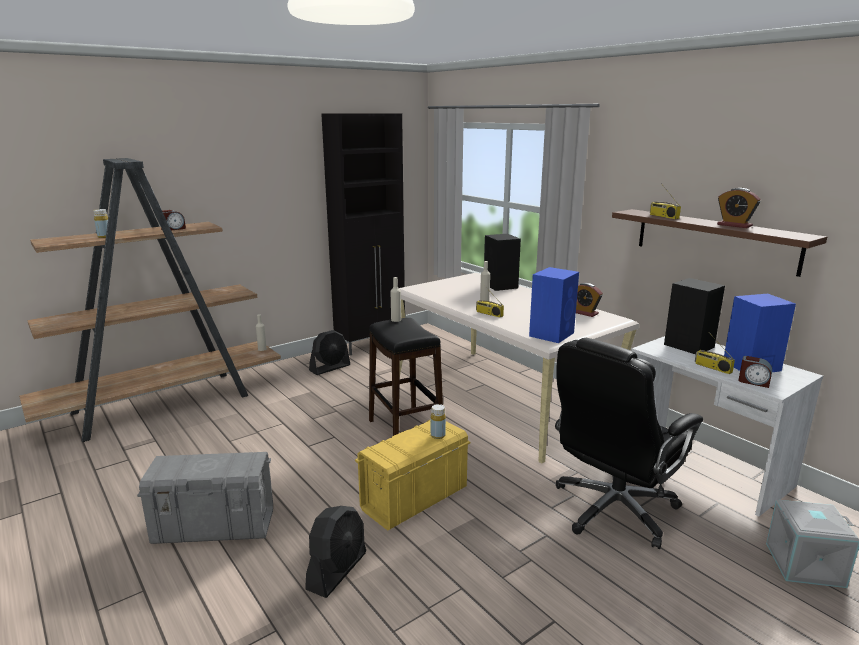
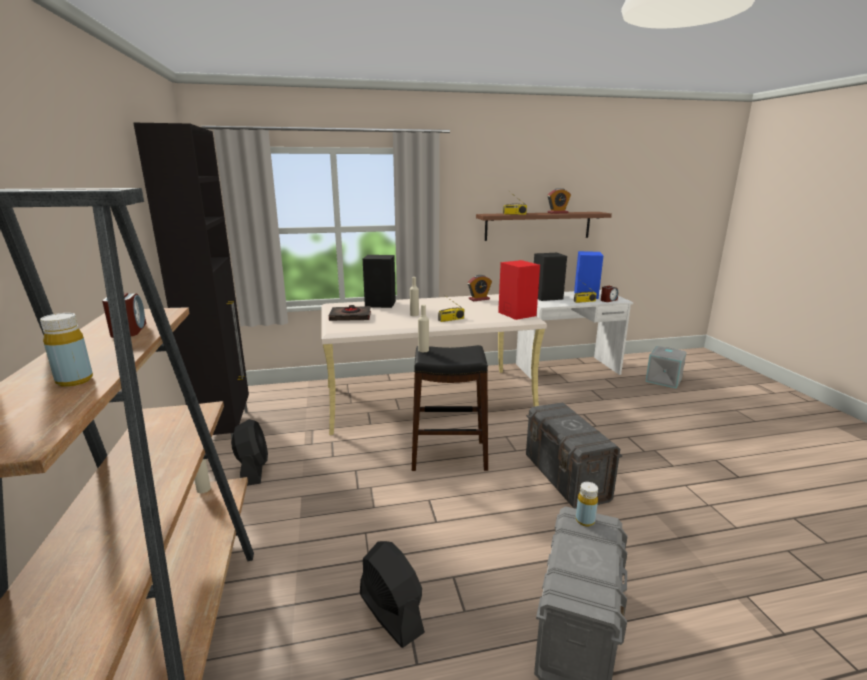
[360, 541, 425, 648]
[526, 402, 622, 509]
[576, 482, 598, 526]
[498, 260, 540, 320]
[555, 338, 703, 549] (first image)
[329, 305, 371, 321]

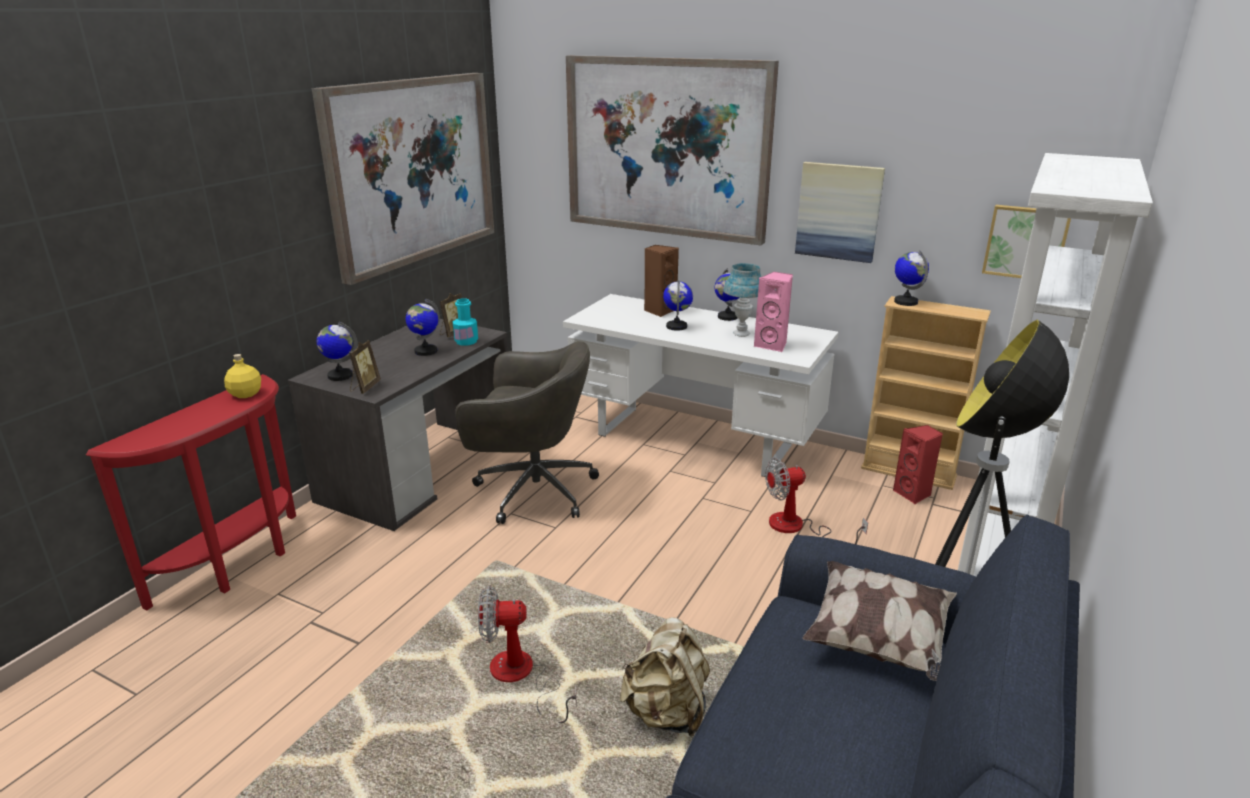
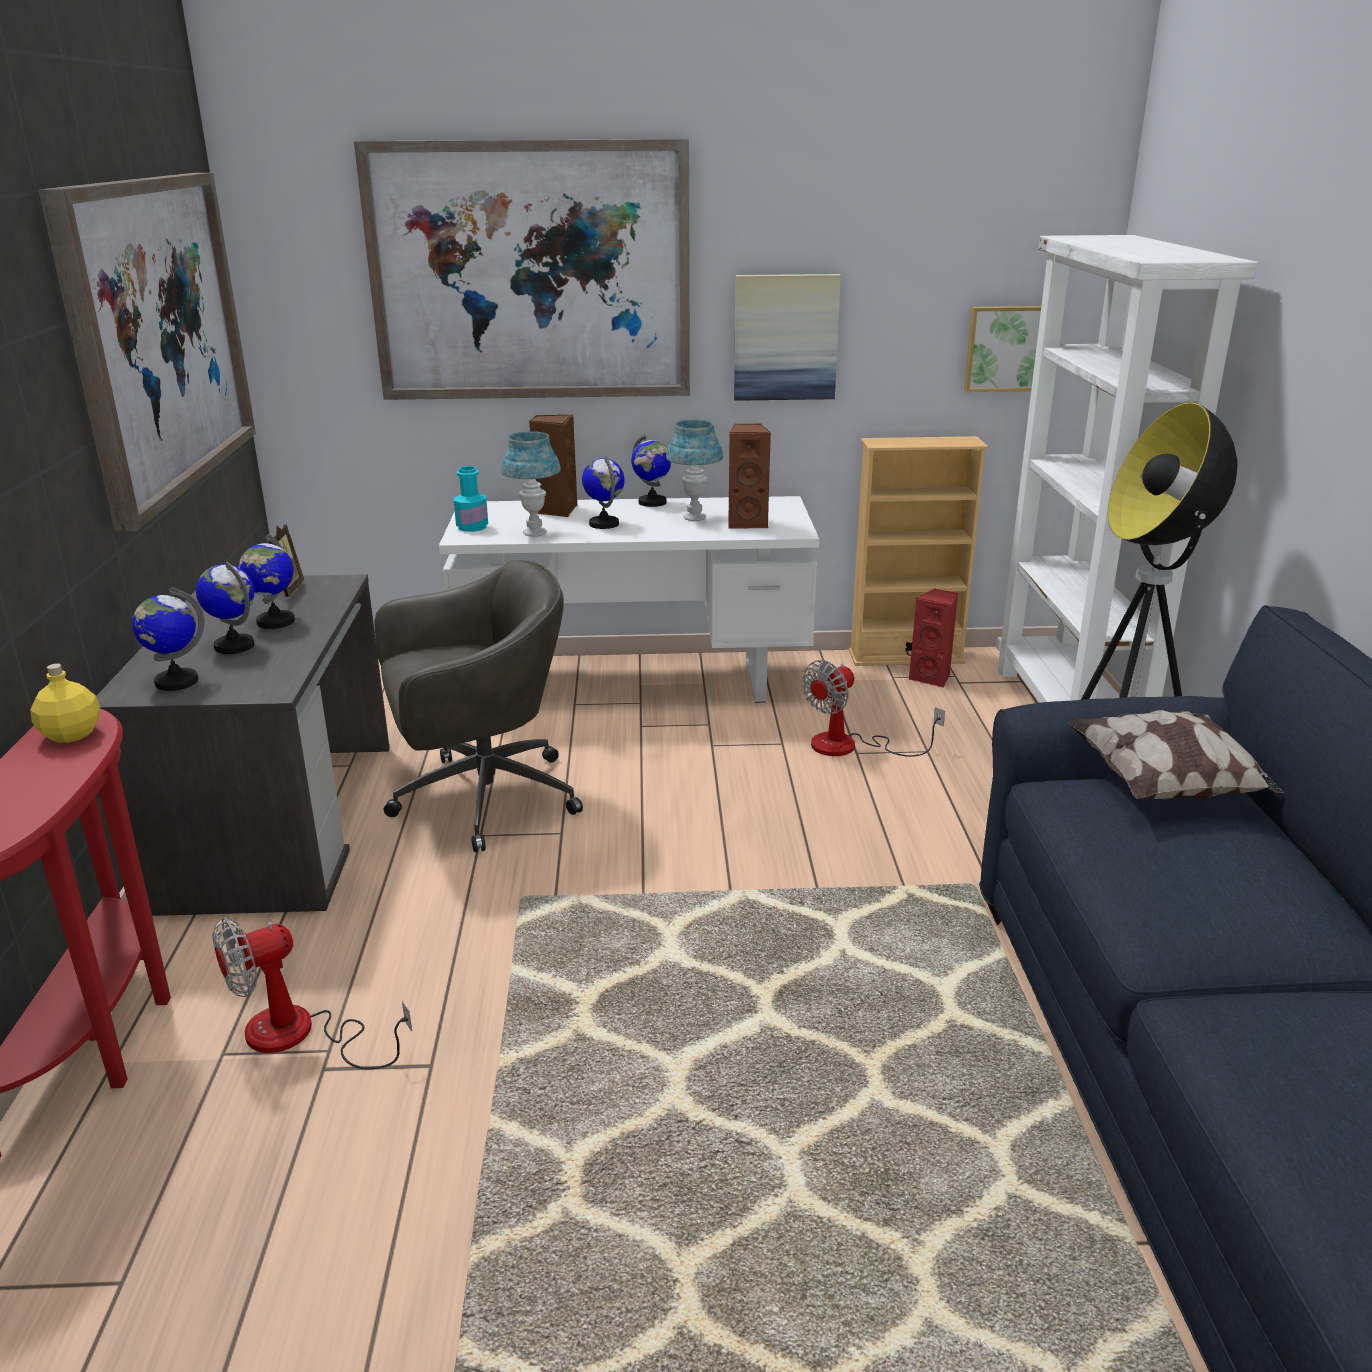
[349, 340, 381, 394] (first image)
[454, 466, 488, 532]
[212, 917, 412, 1070]
[620, 617, 710, 737] (first image)
[728, 424, 771, 529]
[196, 562, 254, 654]
[501, 431, 561, 537]

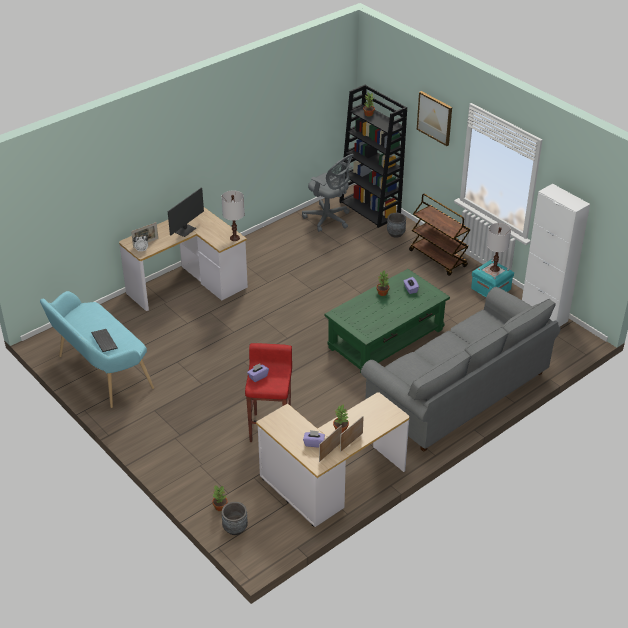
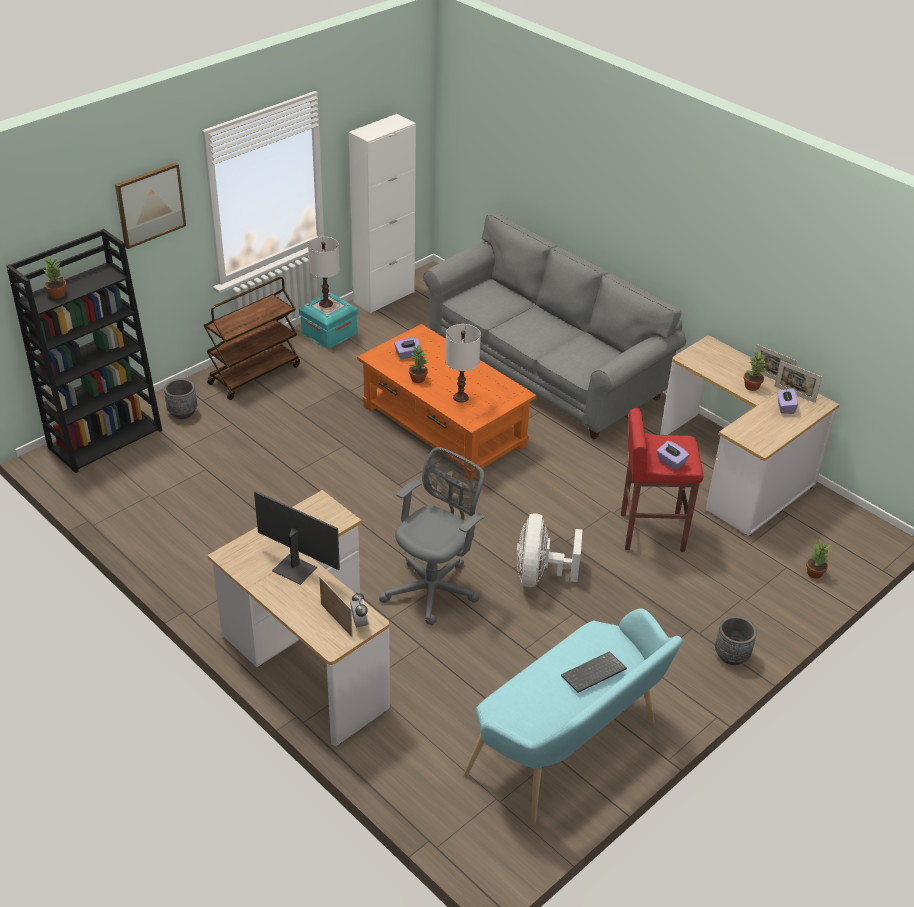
[445, 324, 481, 403]
[715, 616, 757, 665]
[379, 447, 485, 625]
[357, 324, 536, 480]
[517, 513, 582, 587]

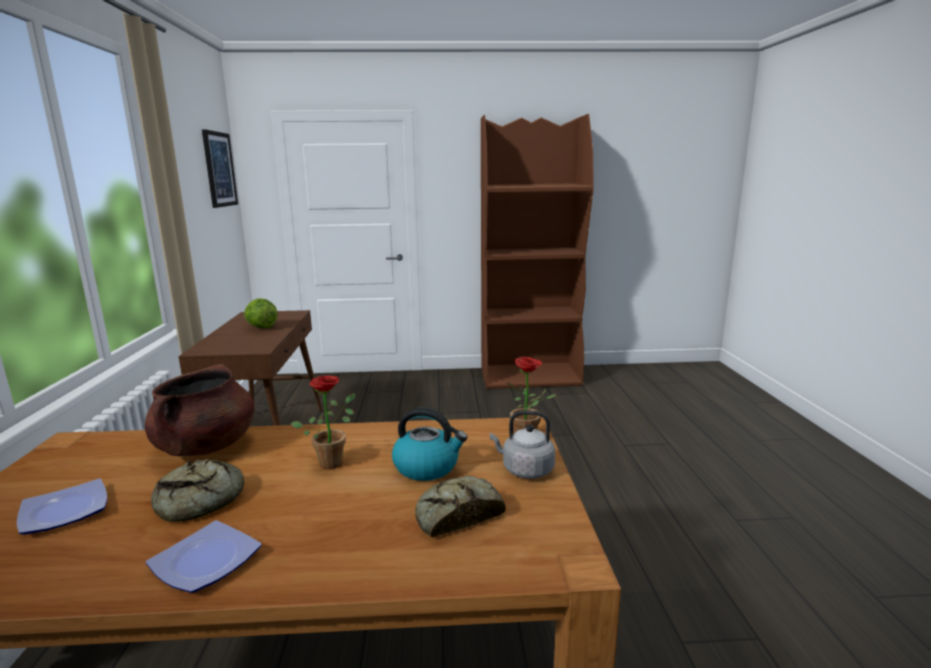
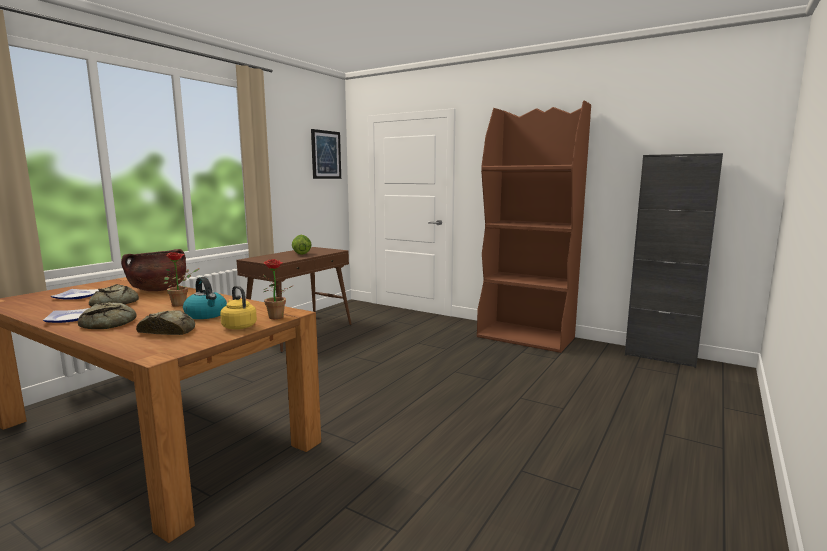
[220, 286, 257, 330]
[78, 302, 137, 329]
[625, 153, 723, 368]

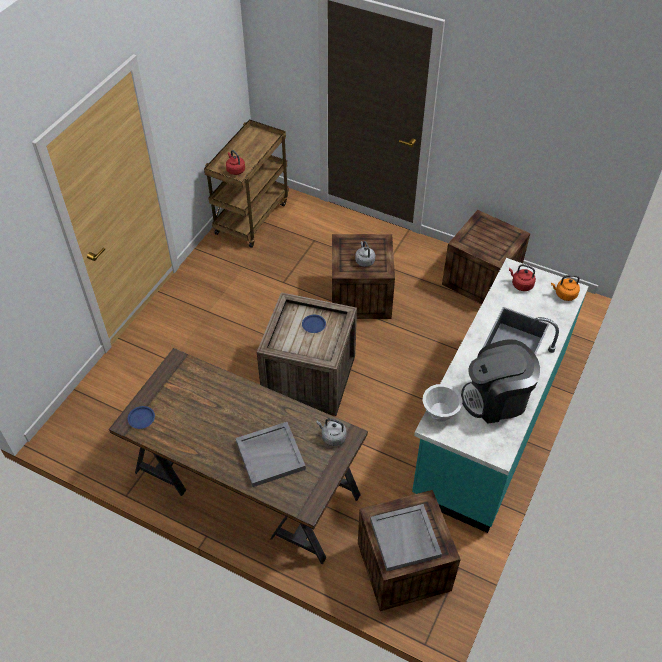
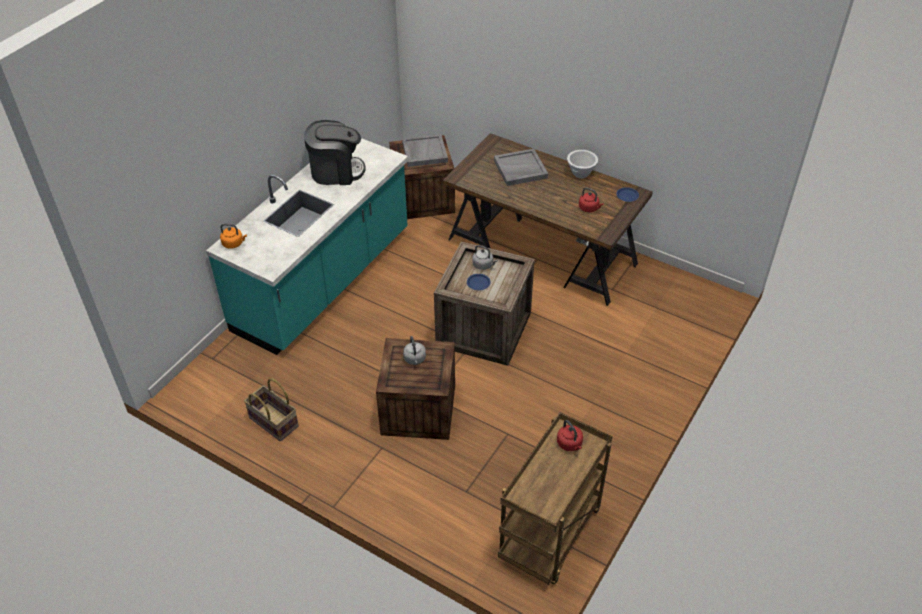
[472, 245, 497, 270]
[567, 150, 598, 178]
[244, 378, 299, 441]
[579, 188, 604, 212]

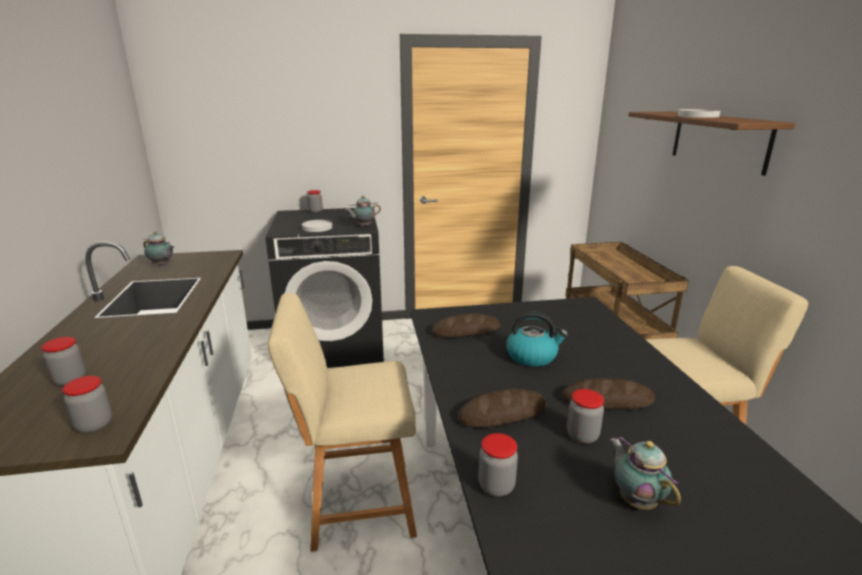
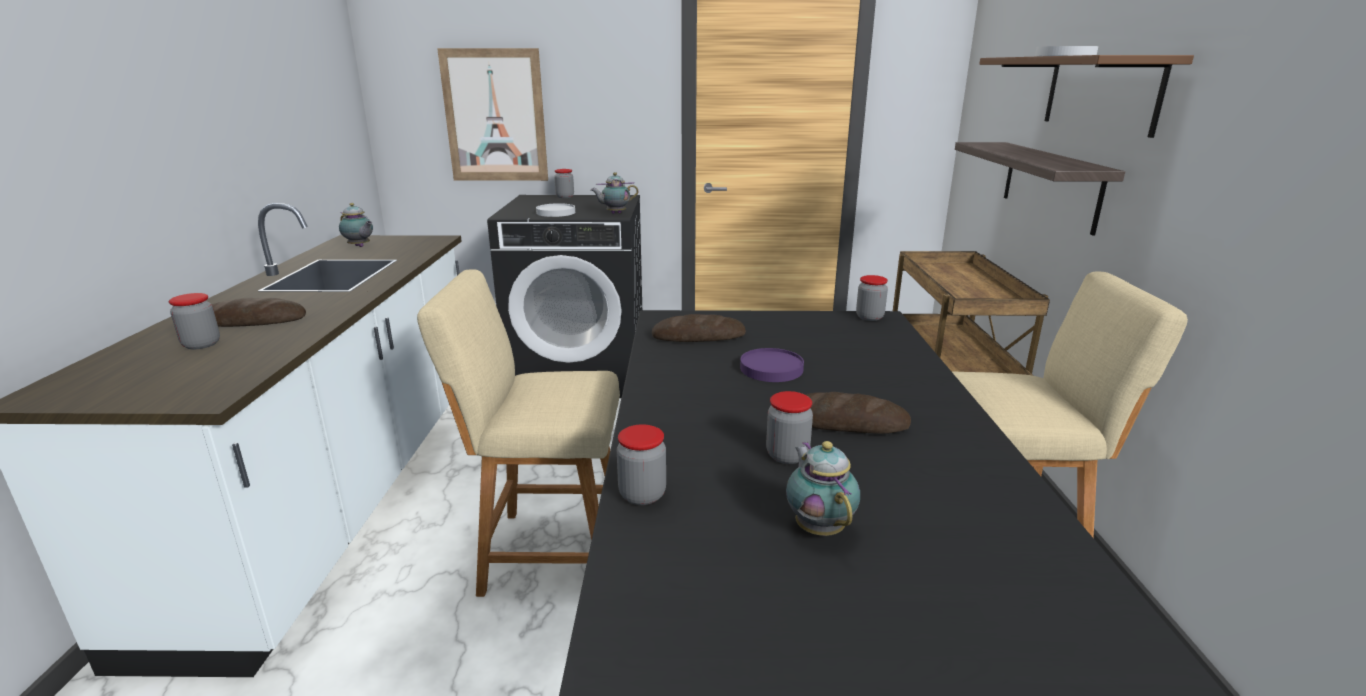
[856, 275, 888, 321]
[212, 298, 306, 327]
[740, 348, 804, 382]
[437, 48, 548, 181]
[955, 142, 1125, 235]

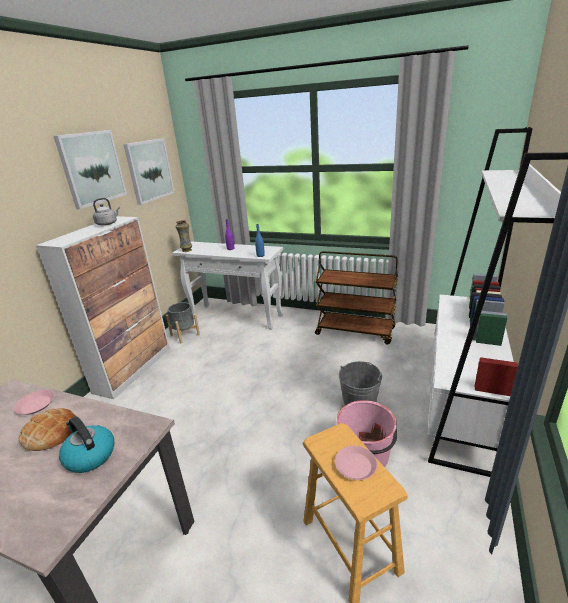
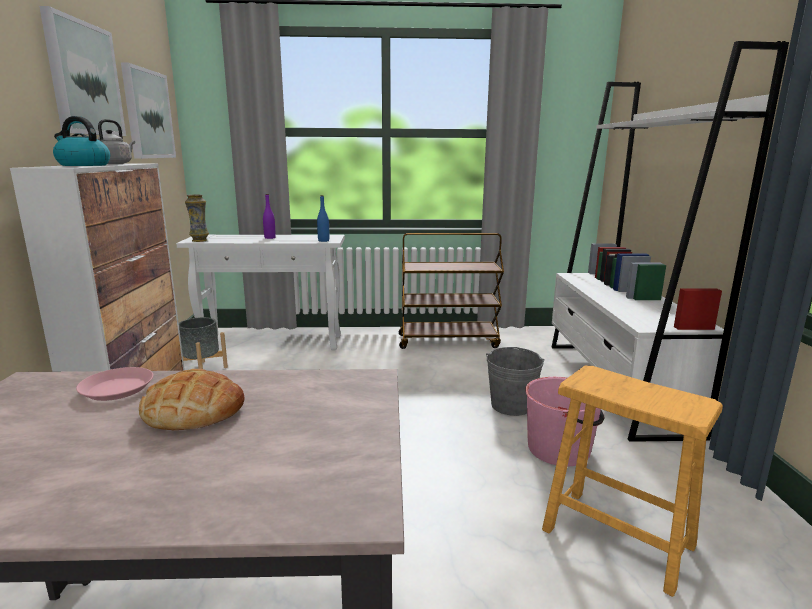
[53, 116, 110, 166]
[335, 446, 377, 480] (first image)

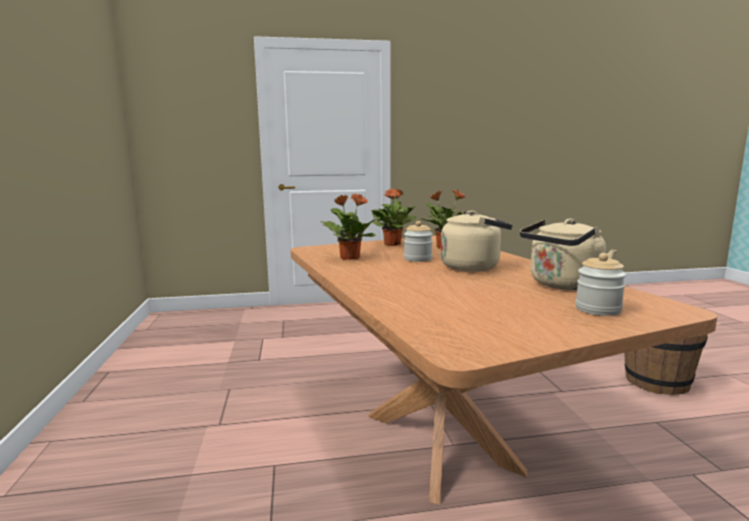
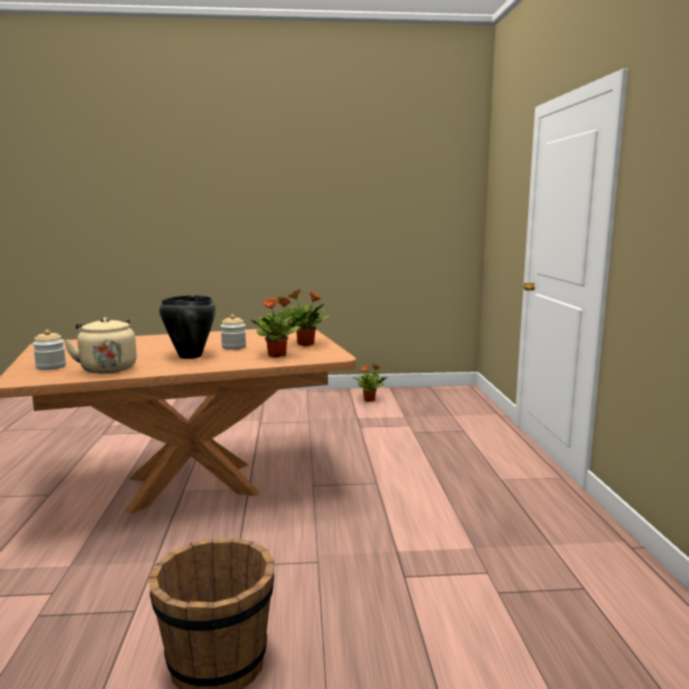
[353, 364, 387, 402]
[159, 295, 216, 359]

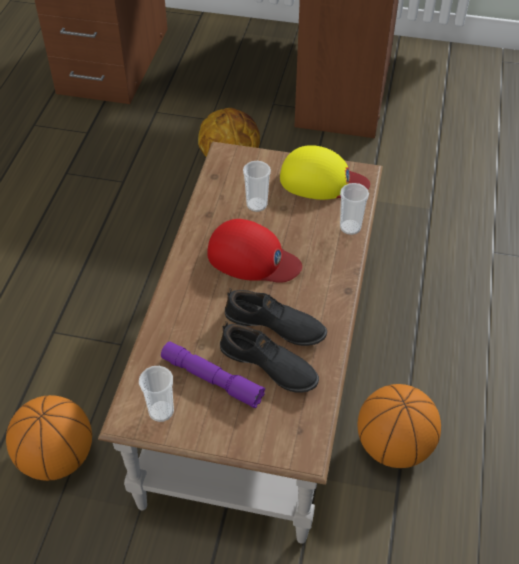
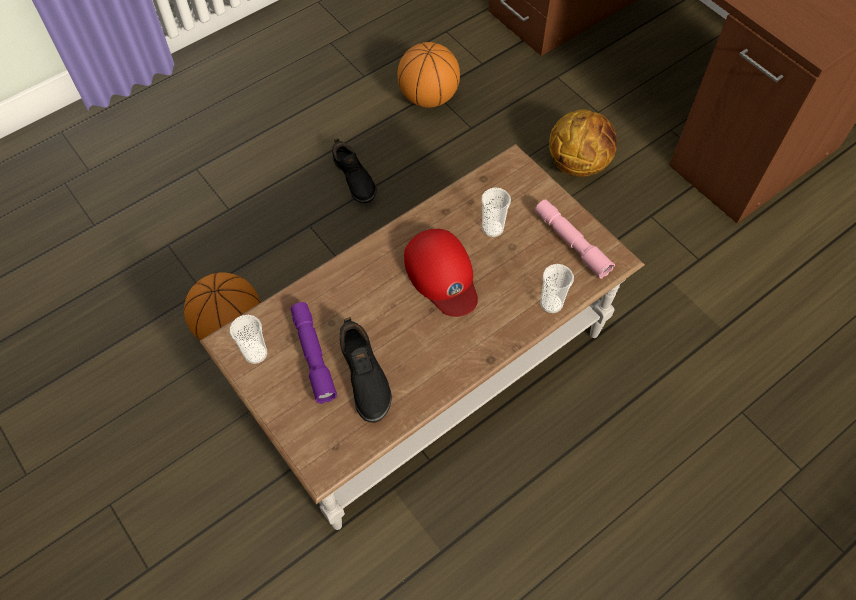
[332, 138, 377, 203]
[535, 199, 615, 279]
[397, 42, 460, 108]

